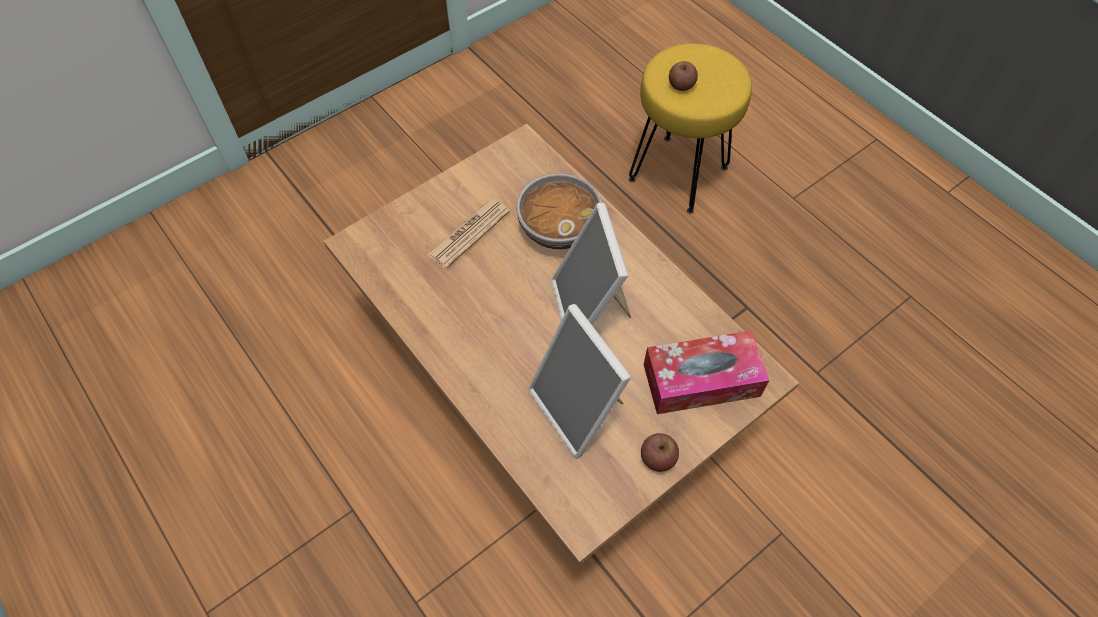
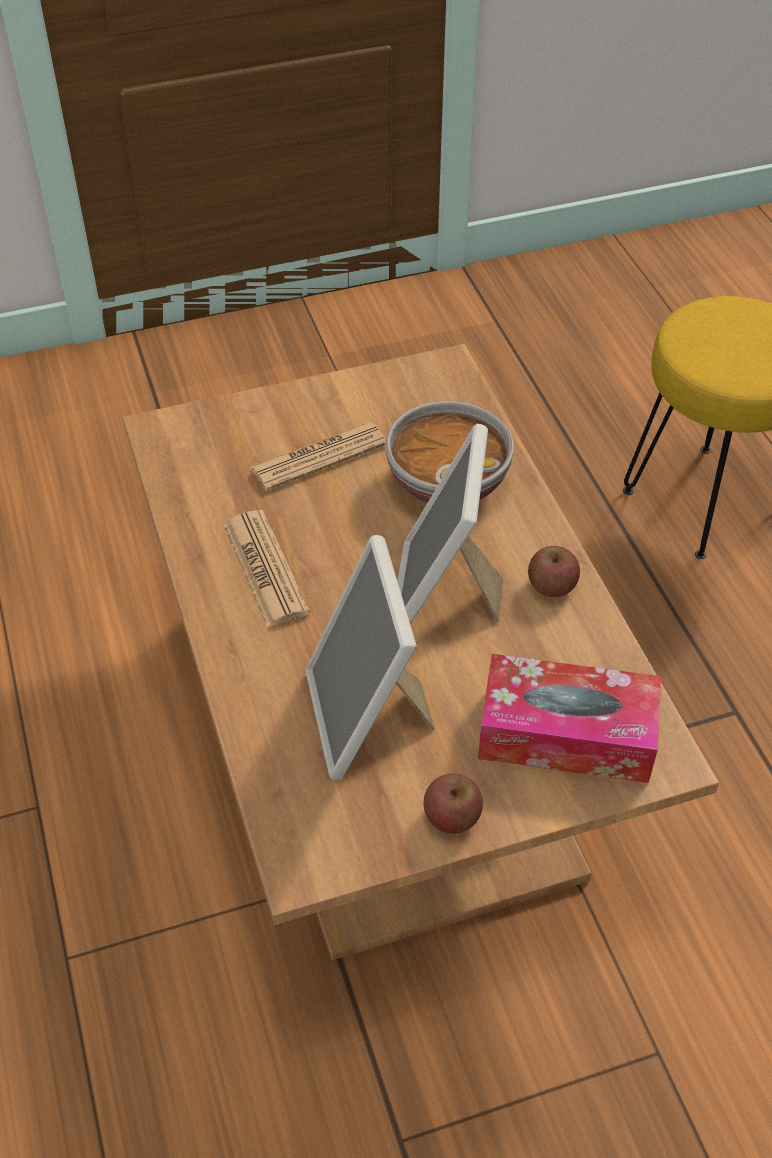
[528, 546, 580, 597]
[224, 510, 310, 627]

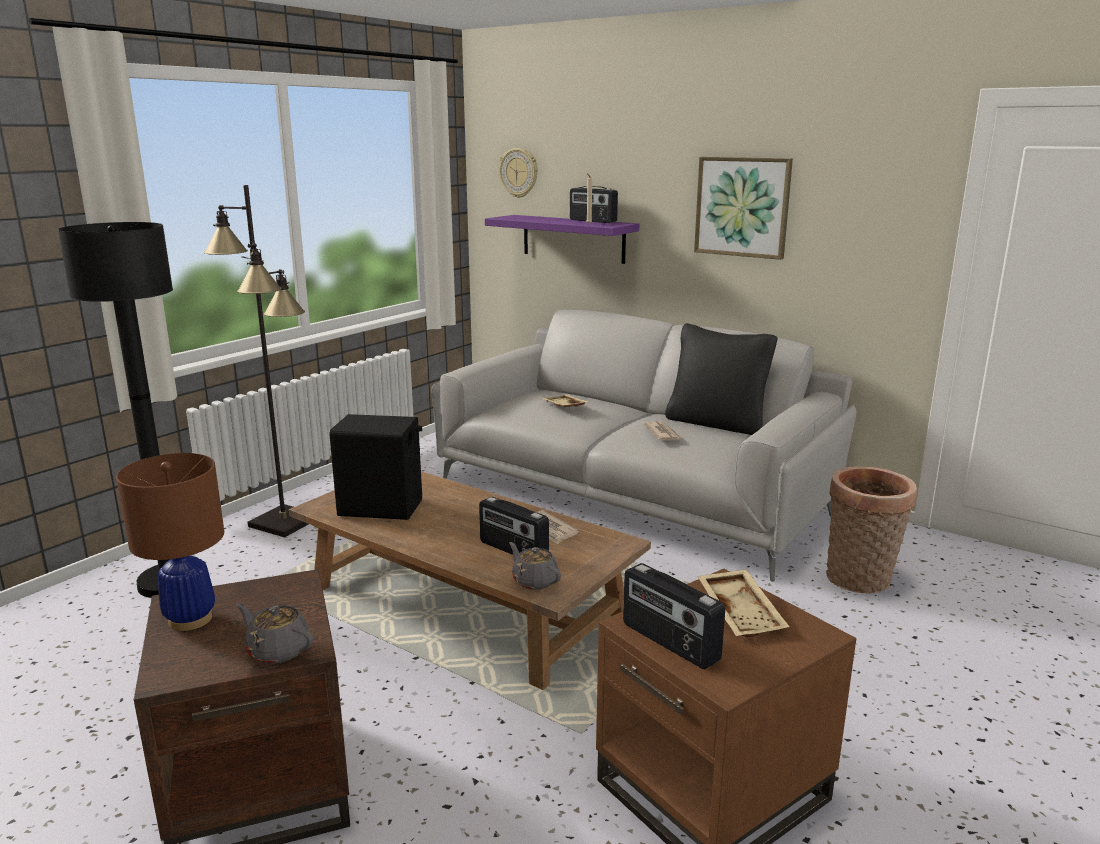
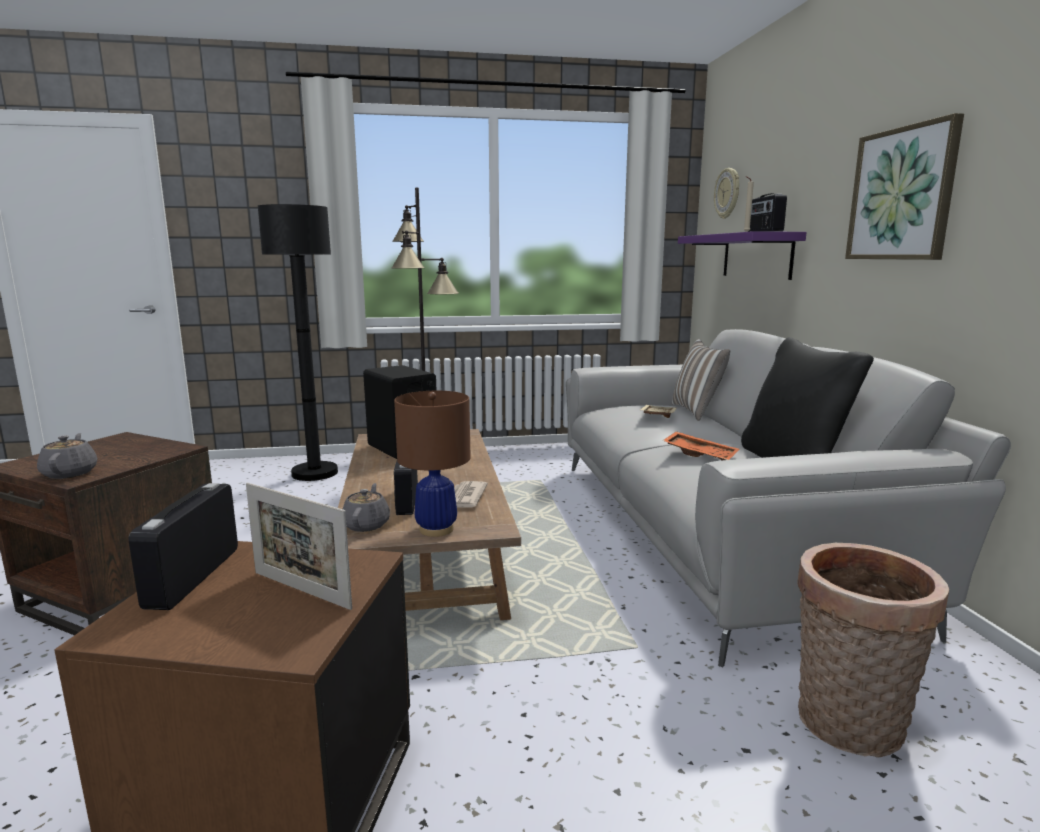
[394, 391, 471, 537]
[663, 431, 739, 460]
[246, 482, 352, 610]
[672, 339, 730, 421]

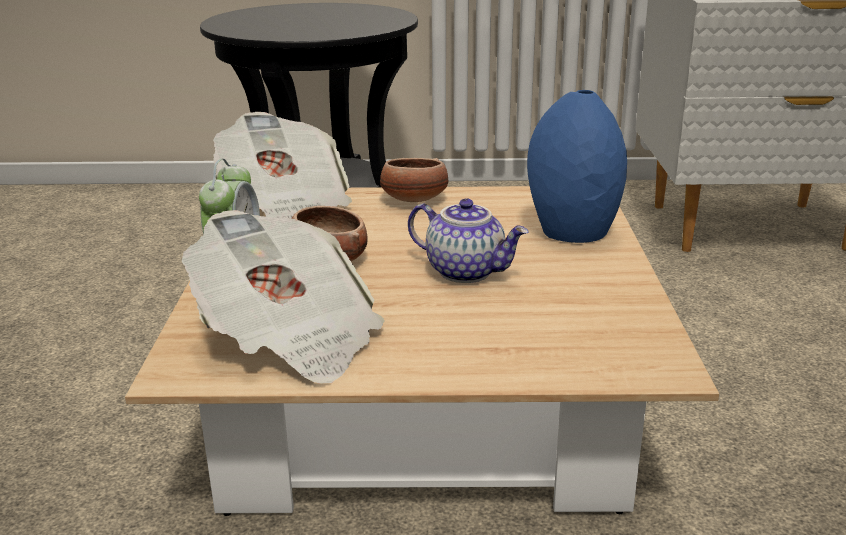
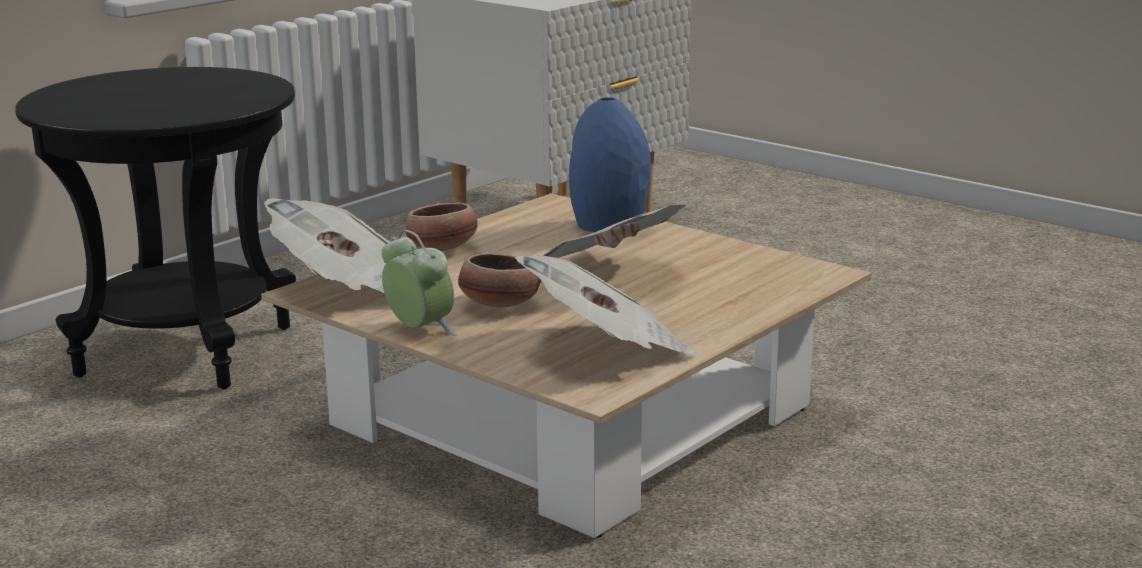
[543, 205, 686, 258]

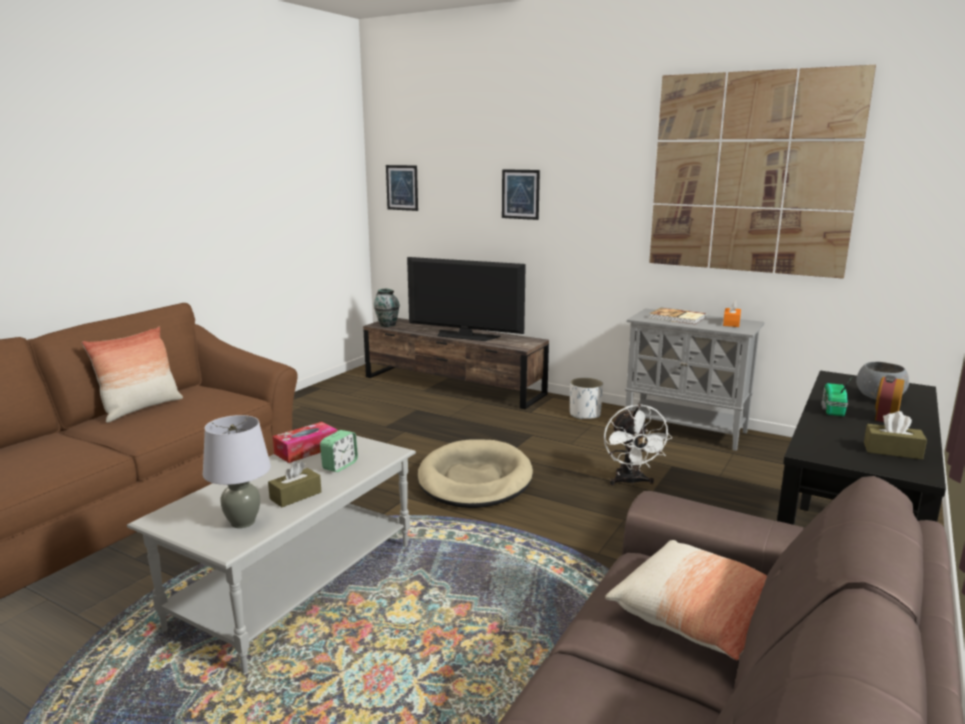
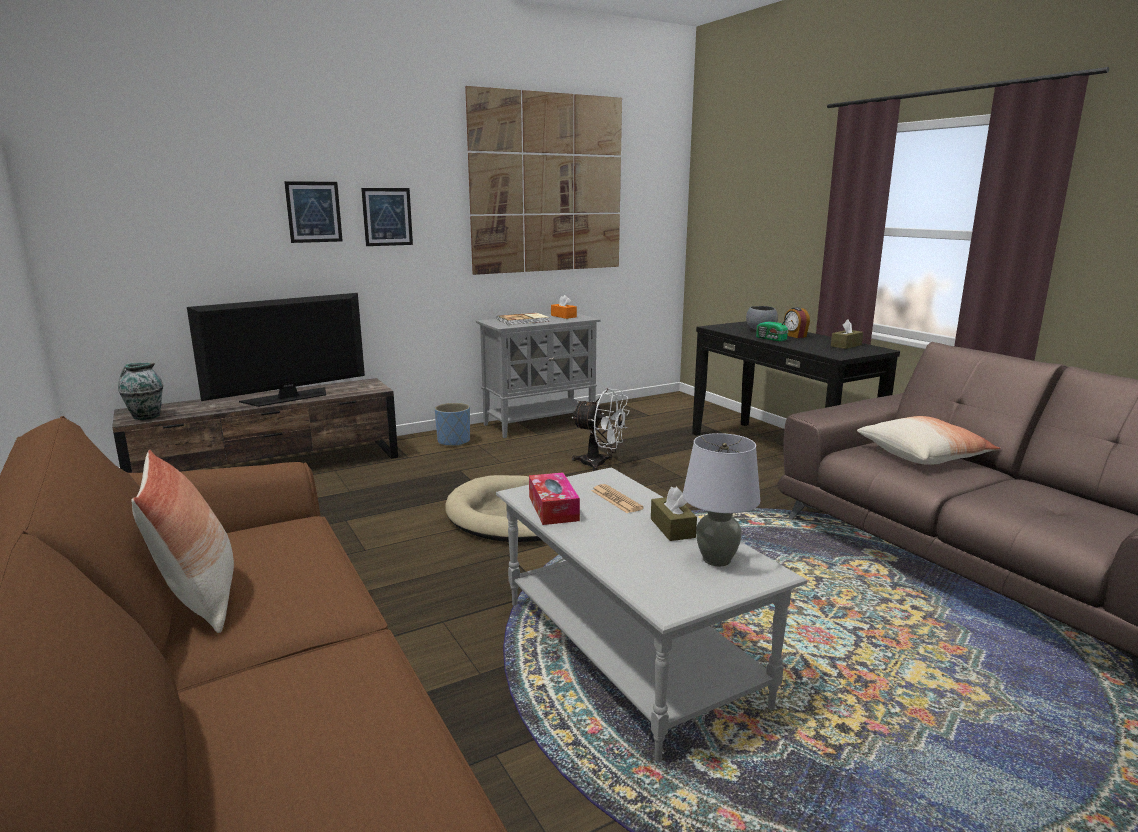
[591, 484, 644, 513]
[361, 188, 413, 246]
[435, 403, 470, 446]

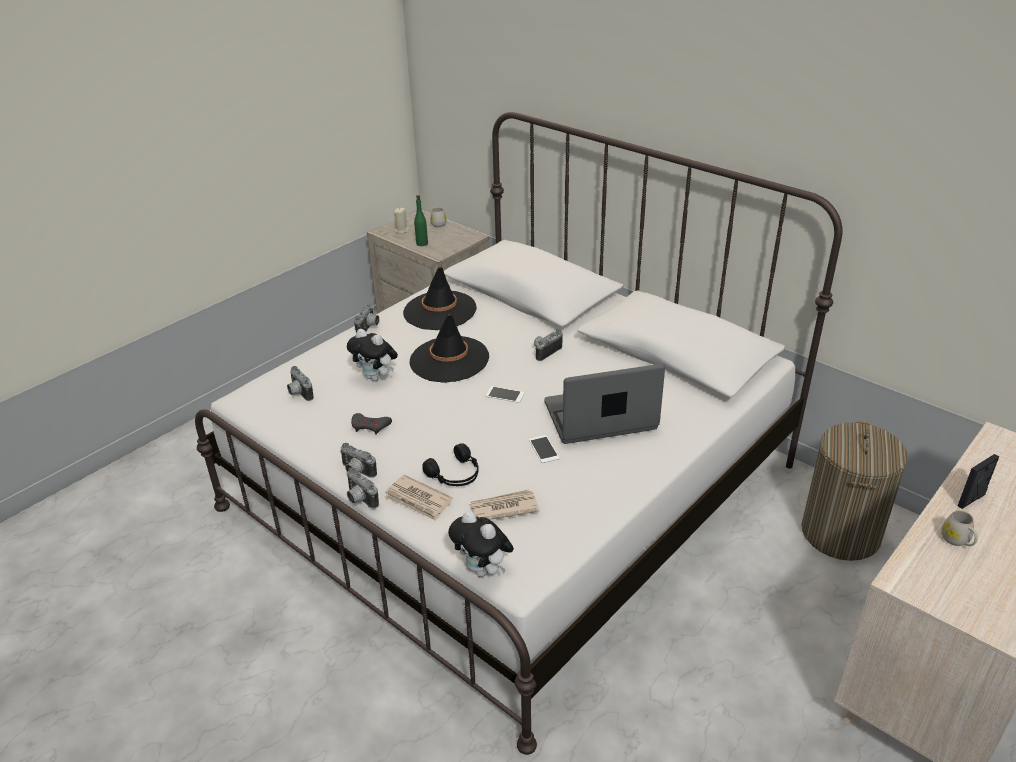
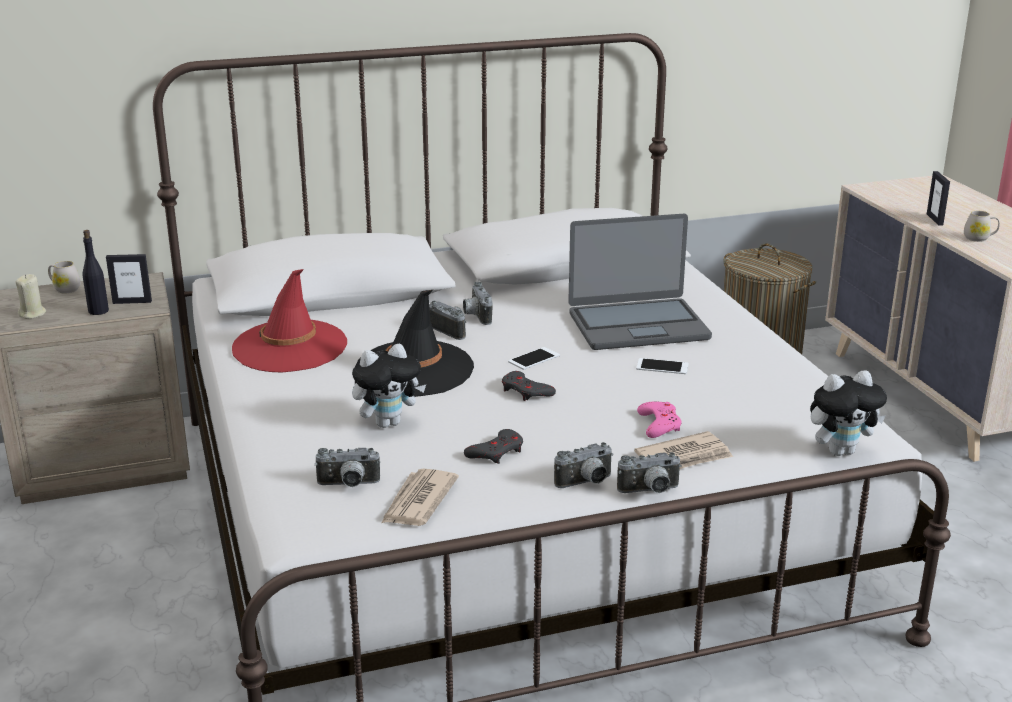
[429, 301, 467, 340]
[232, 269, 347, 373]
[82, 230, 109, 315]
[637, 402, 682, 438]
[381, 469, 459, 526]
[568, 214, 712, 350]
[106, 254, 152, 304]
[502, 371, 556, 401]

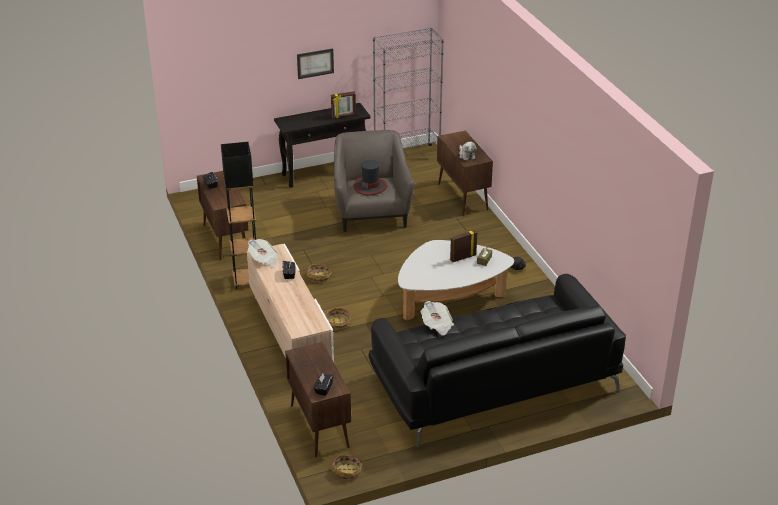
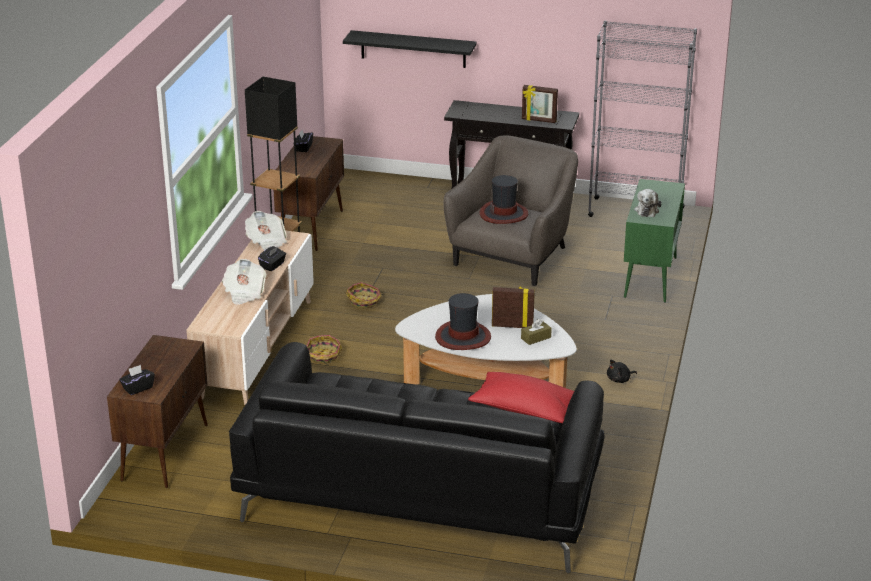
[297, 48, 334, 79] (first image)
[331, 454, 362, 480] (first image)
[222, 259, 266, 305]
[624, 179, 685, 303]
[343, 30, 477, 68]
[435, 293, 491, 350]
[468, 372, 574, 423]

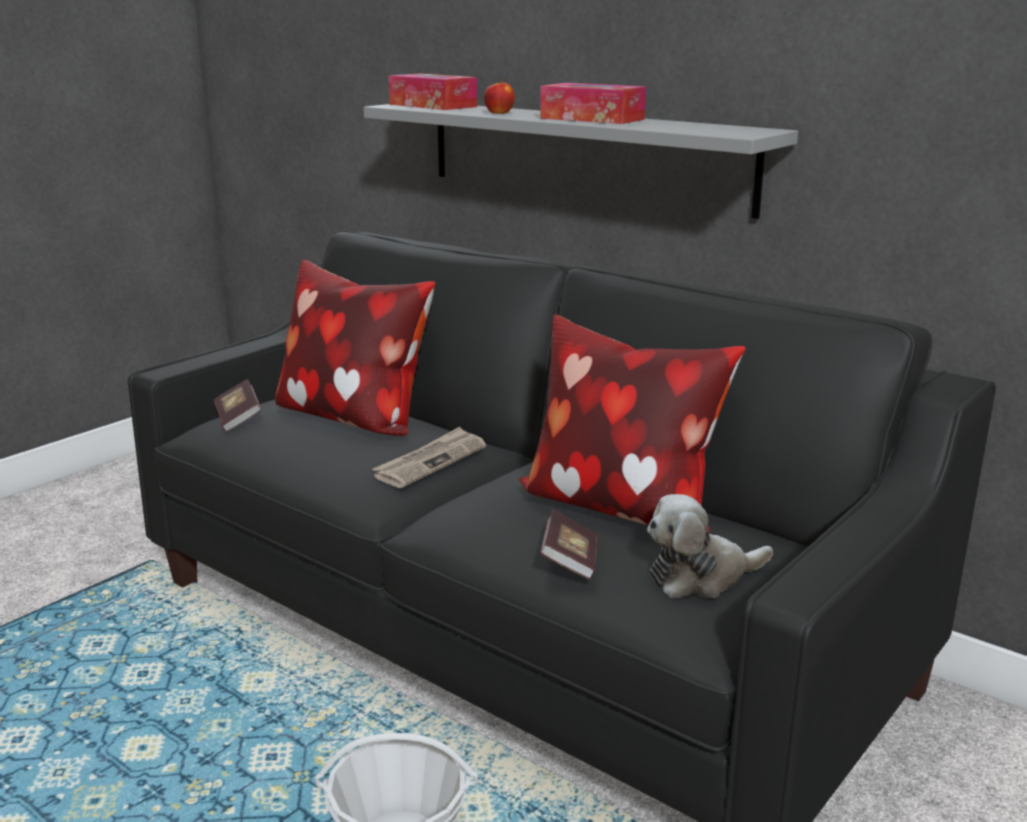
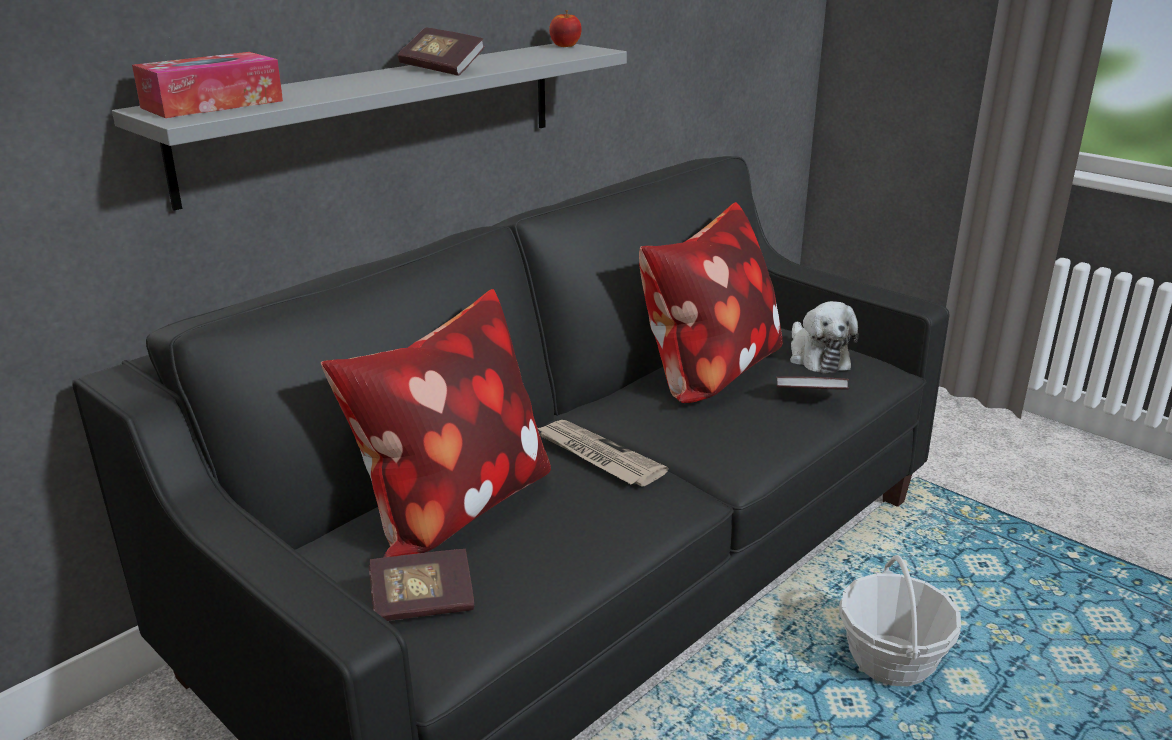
[549, 10, 582, 47]
[398, 28, 485, 76]

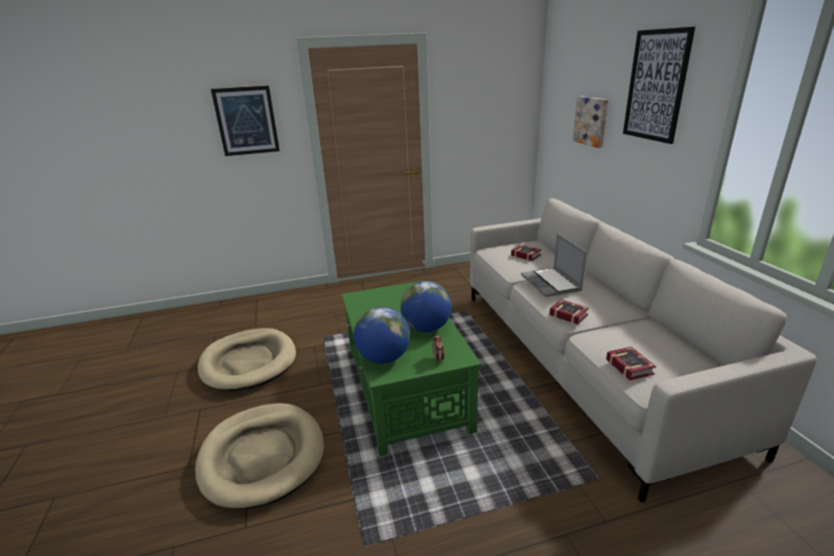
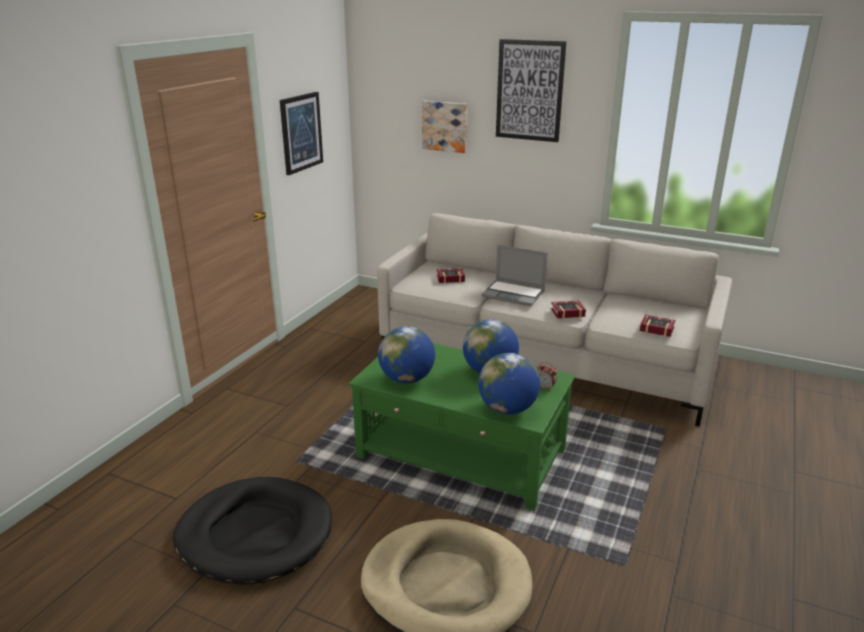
[173, 477, 332, 584]
[280, 92, 323, 175]
[378, 326, 435, 383]

